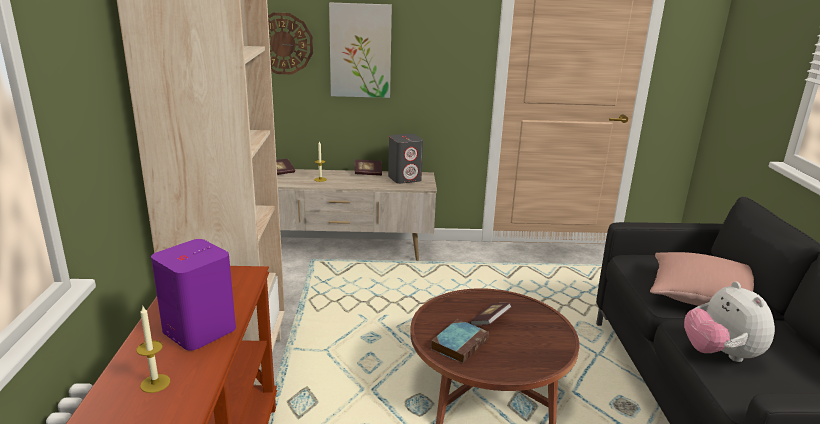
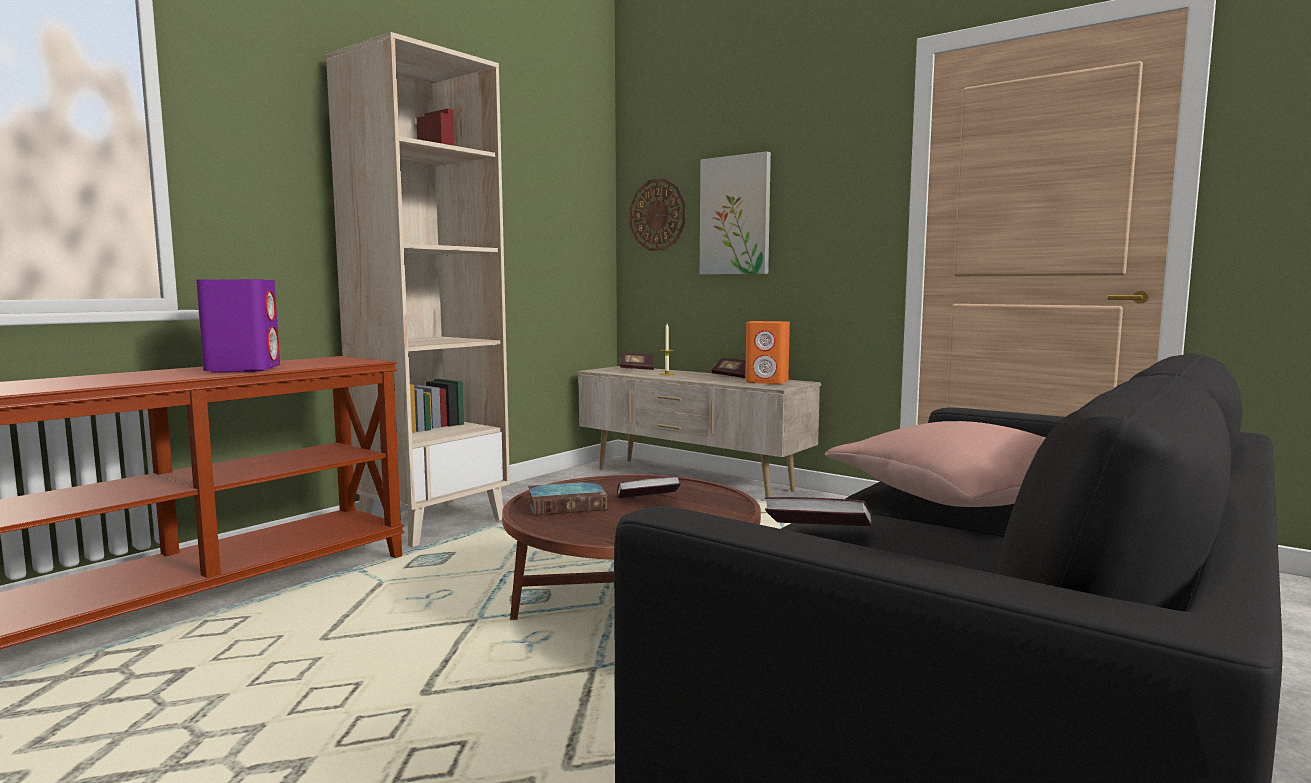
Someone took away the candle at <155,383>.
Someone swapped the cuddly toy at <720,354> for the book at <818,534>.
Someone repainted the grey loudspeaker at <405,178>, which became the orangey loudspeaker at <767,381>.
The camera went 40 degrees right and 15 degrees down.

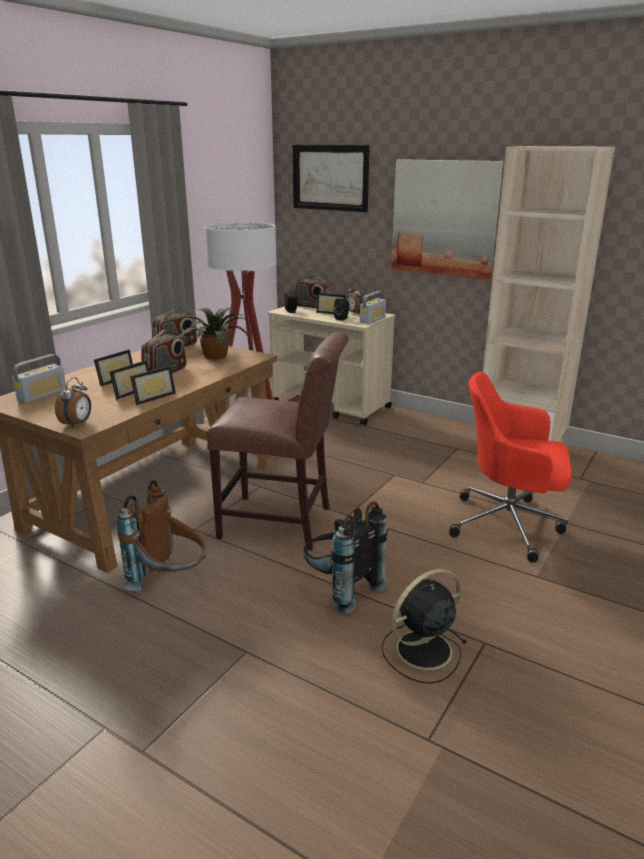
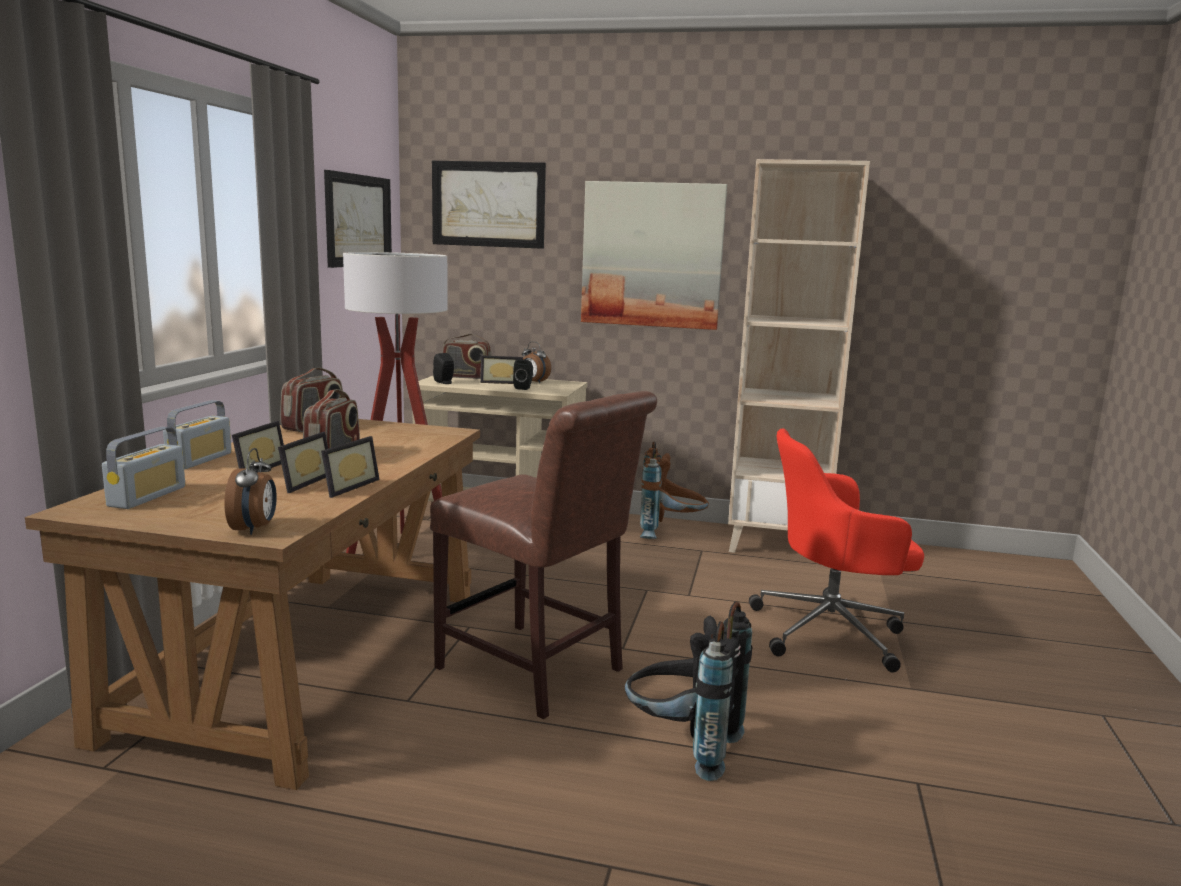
Someone took away the potted plant at <217,356>.
Someone took away the black cooling fan at <421,651>.
Someone put up the wall picture at <358,220>.
Someone carried the brown knapsack from <170,581> to <669,534>.
Someone carried the radio receiver from <372,320> to <200,460>.
Someone rotated the brown chair at <282,523> by 45 degrees clockwise.
The camera went 20 degrees left and 10 degrees down.

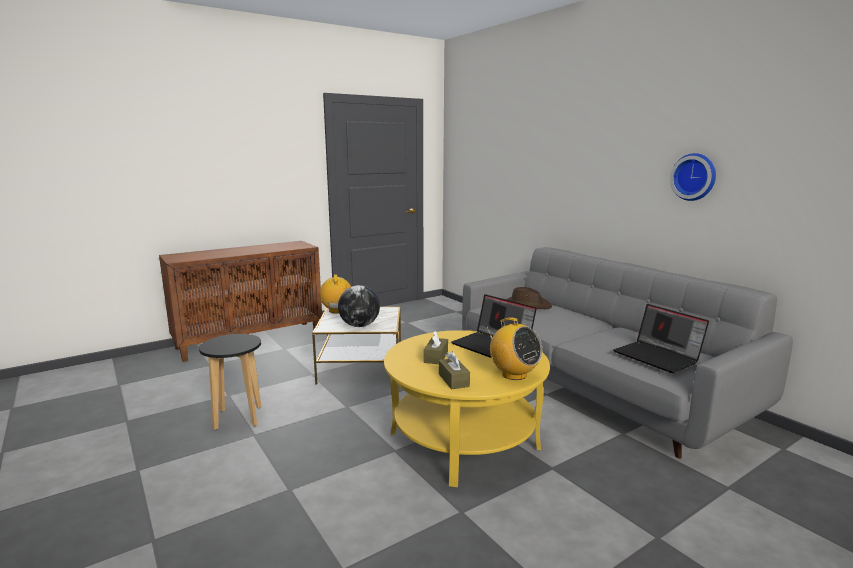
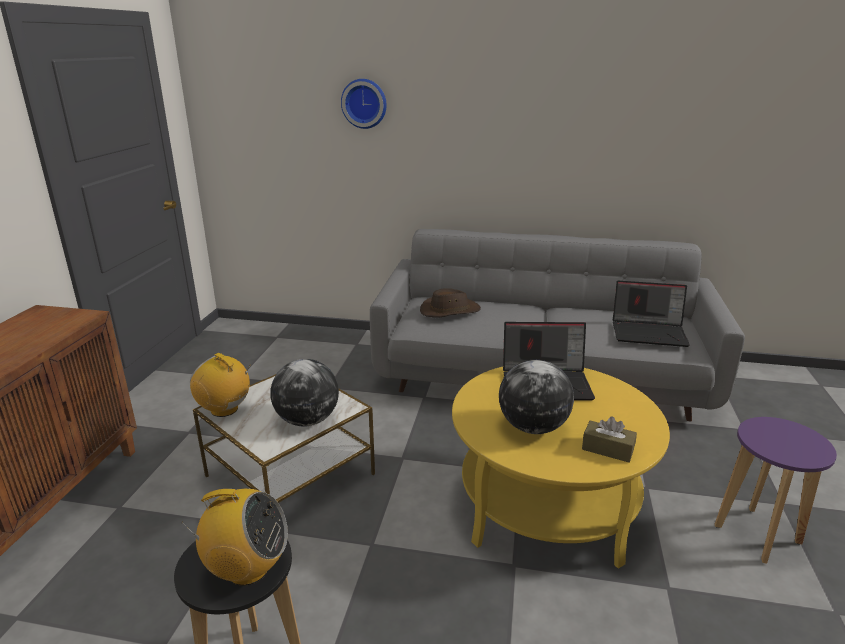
Someone put down the purple stool at <757,535>.
Someone carried the radio receiver from <513,374> to <247,569>.
Someone carried the hanging clock from <694,177> to <364,103>.
Someone swapped the brown box of tissues at <436,357> for the world globe at <533,427>.
The camera went 45 degrees left and 10 degrees up.

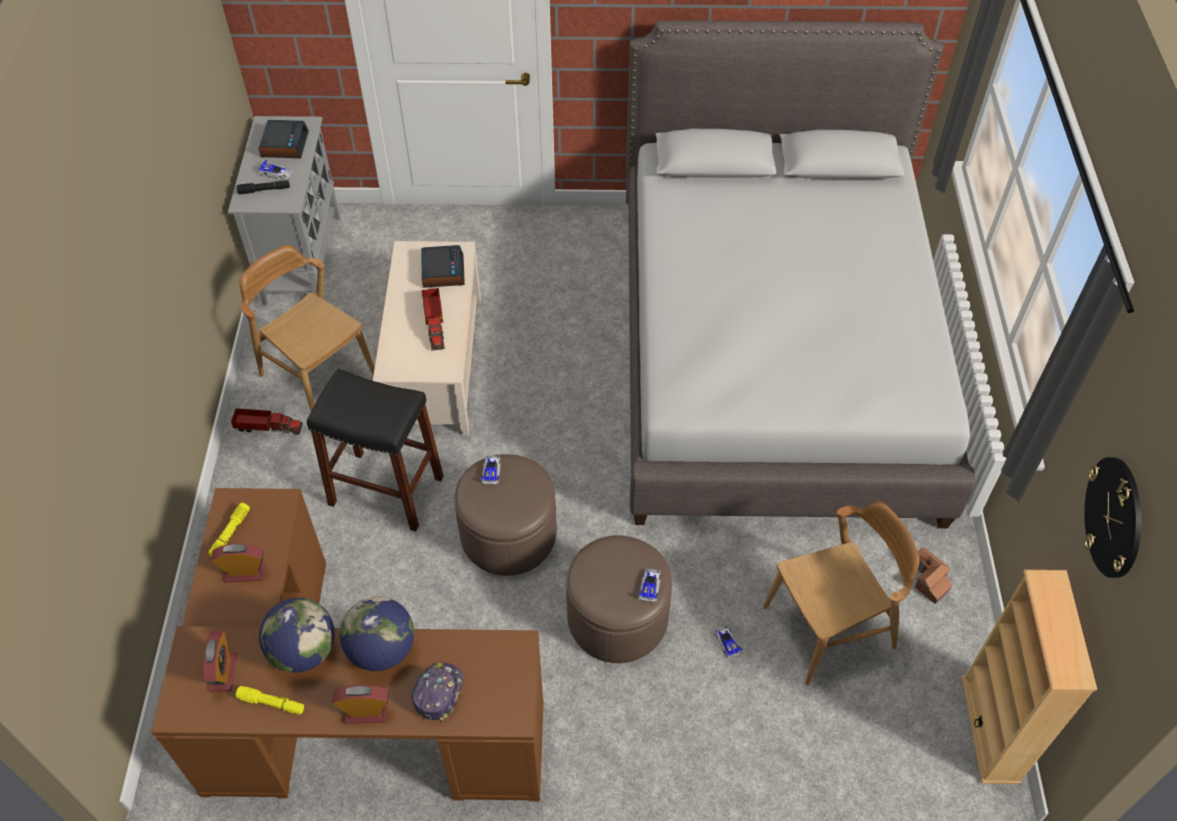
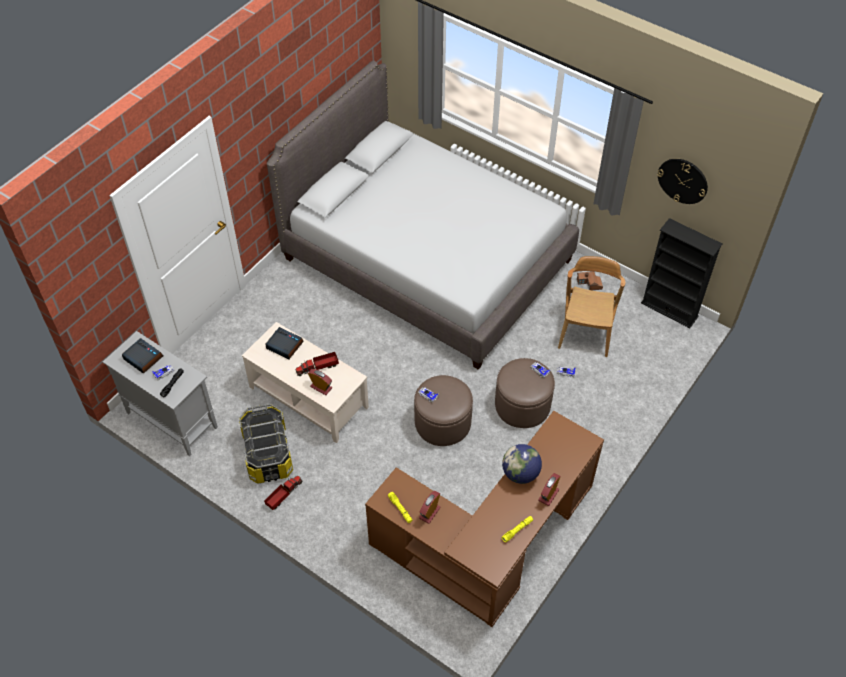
Someone took away the world globe at <303,651>.
Someone took away the black stool at <386,490>.
Someone took away the baseball cap at <438,693>.
Someone carried the table clock from <223,672> to <321,387>.
Someone swapped the brown chair at <318,375> for the storage container at <267,454>.
Someone repainted the beige bookcase at <990,728>, which became the black bookcase at <669,309>.
Someone rotated the toy truck at <435,323> by 135 degrees clockwise.
The camera went 55 degrees left and 0 degrees up.

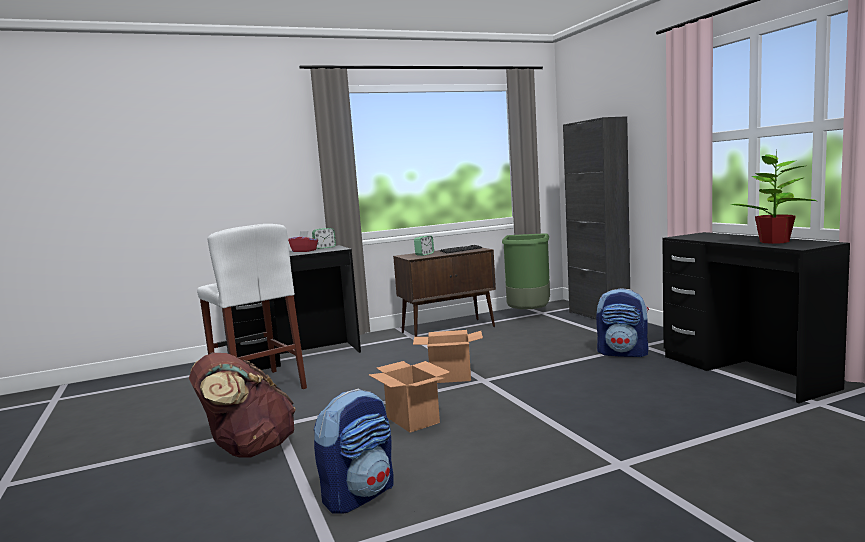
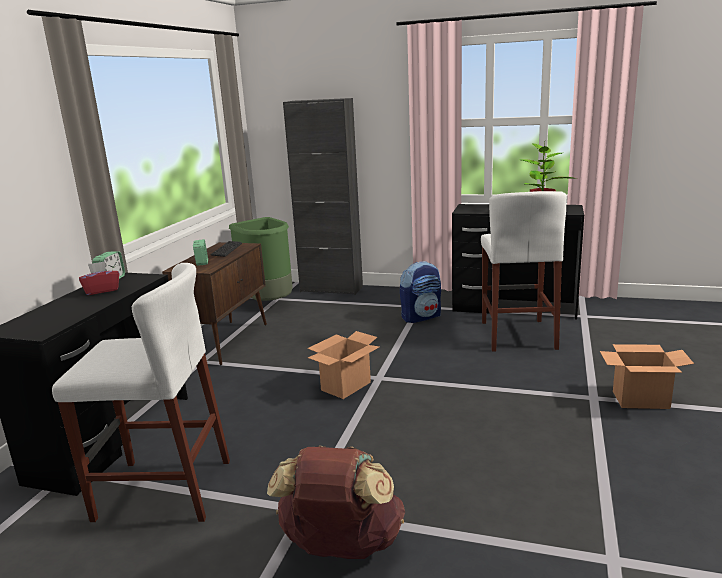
Someone took away the knapsack at <359,495>.
Someone put down the whitish stool at <517,335>.
Someone carried the packing box from <412,420> to <640,400>.
The camera went 50 degrees left and 10 degrees up.

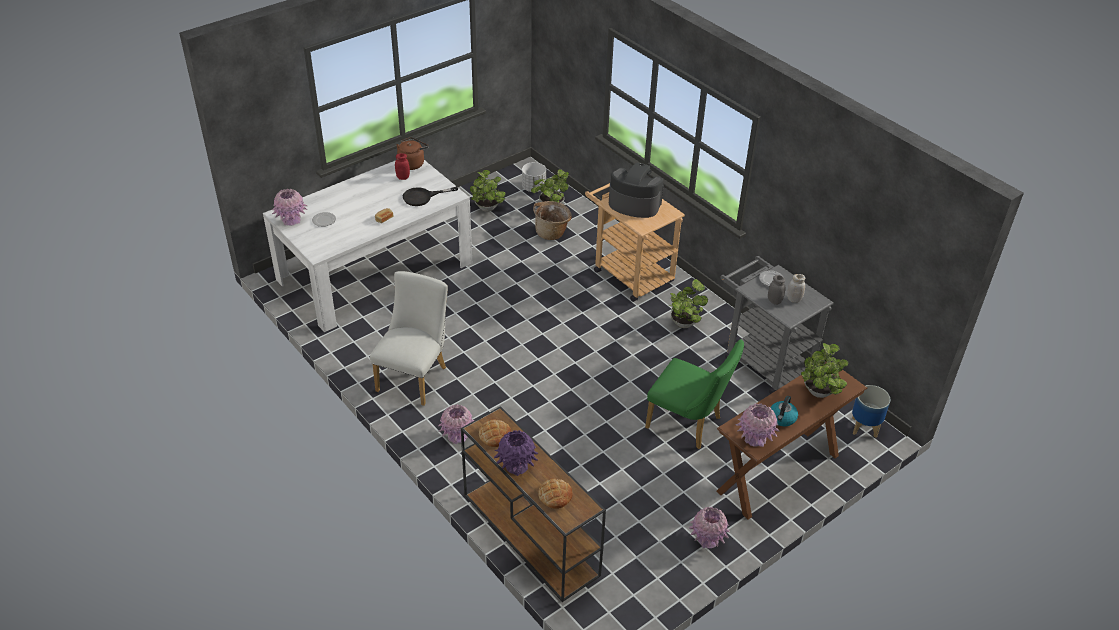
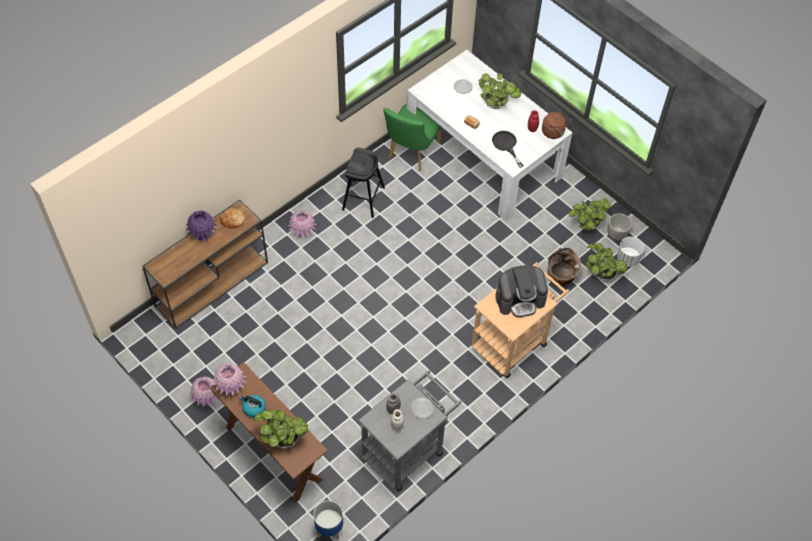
Someone took away the pink flower vase at <291,220>.
Someone took away the bread at <555,495>.
Someone put down the grey plant pot at <616,235>.
Someone carried the green-coloured chair from <688,424> to <411,153>.
Someone carried the potted plant from <684,322> to <497,105>.
Someone swapped the whitish chair at <415,376> for the black stool at <363,198>.
Someone rotated the coffee brewer at <634,204> by 60 degrees clockwise.
The camera went 85 degrees right and 15 degrees up.

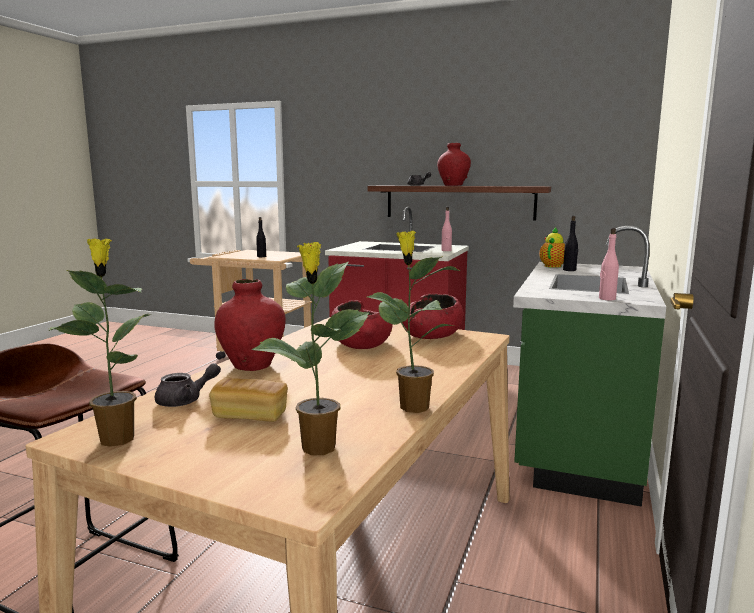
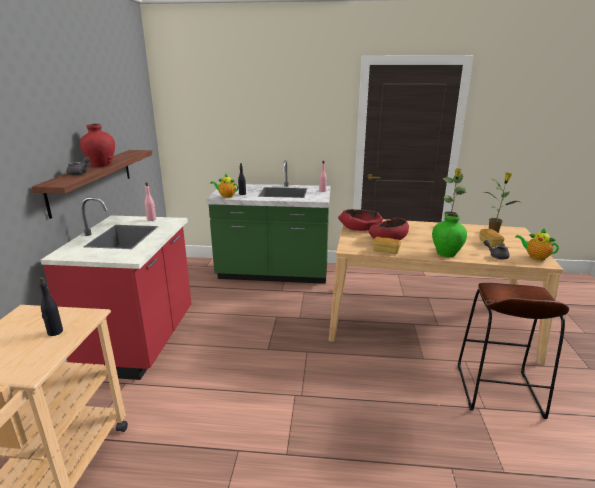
Someone put down the bread at <386,251>.
Someone swapped the potted plant at <117,438> for the teapot at <535,257>.
Someone repainted the reddish flower vase at <252,365>, which became the green-coloured flower vase at <446,253>.
The camera went 105 degrees left and 10 degrees up.

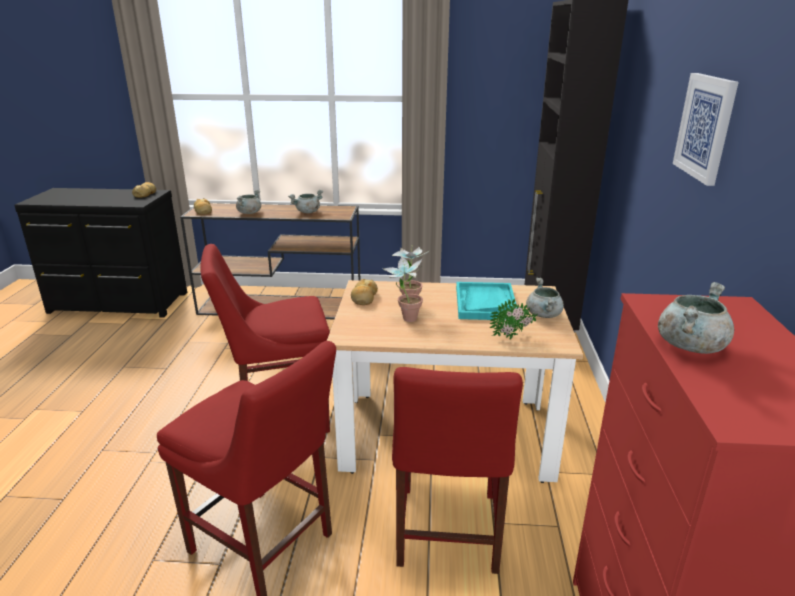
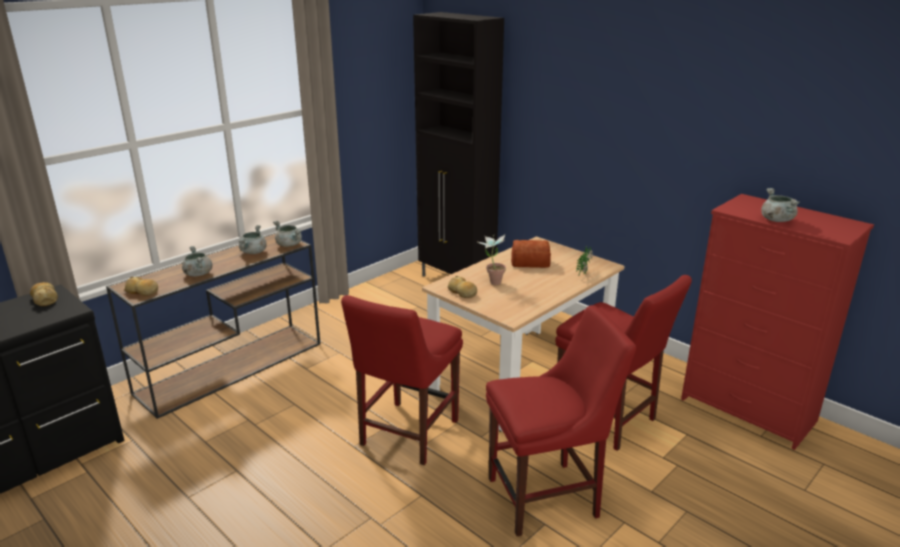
Someone took away the potted plant at <404,319>.
Someone took away the wall picture at <705,127>.
Someone carried the grey cooking pot from <544,315> to <290,245>.
Someone swapped the blue-green tray at <485,303> for the bread at <529,262>.
The camera went 50 degrees left and 0 degrees up.

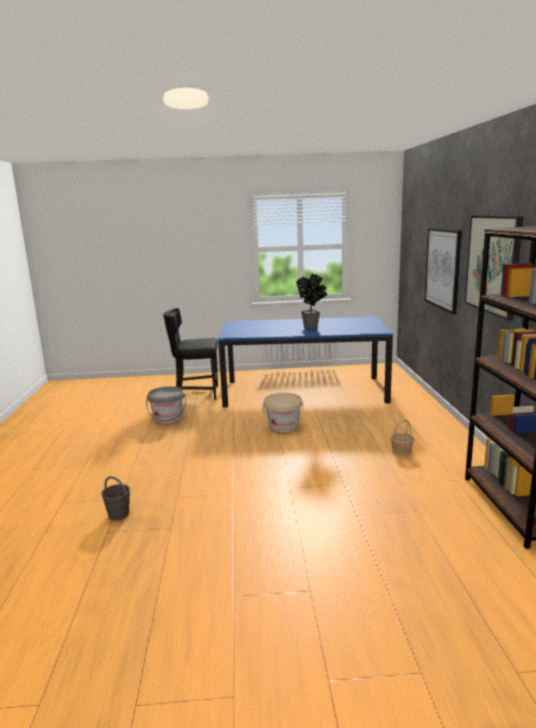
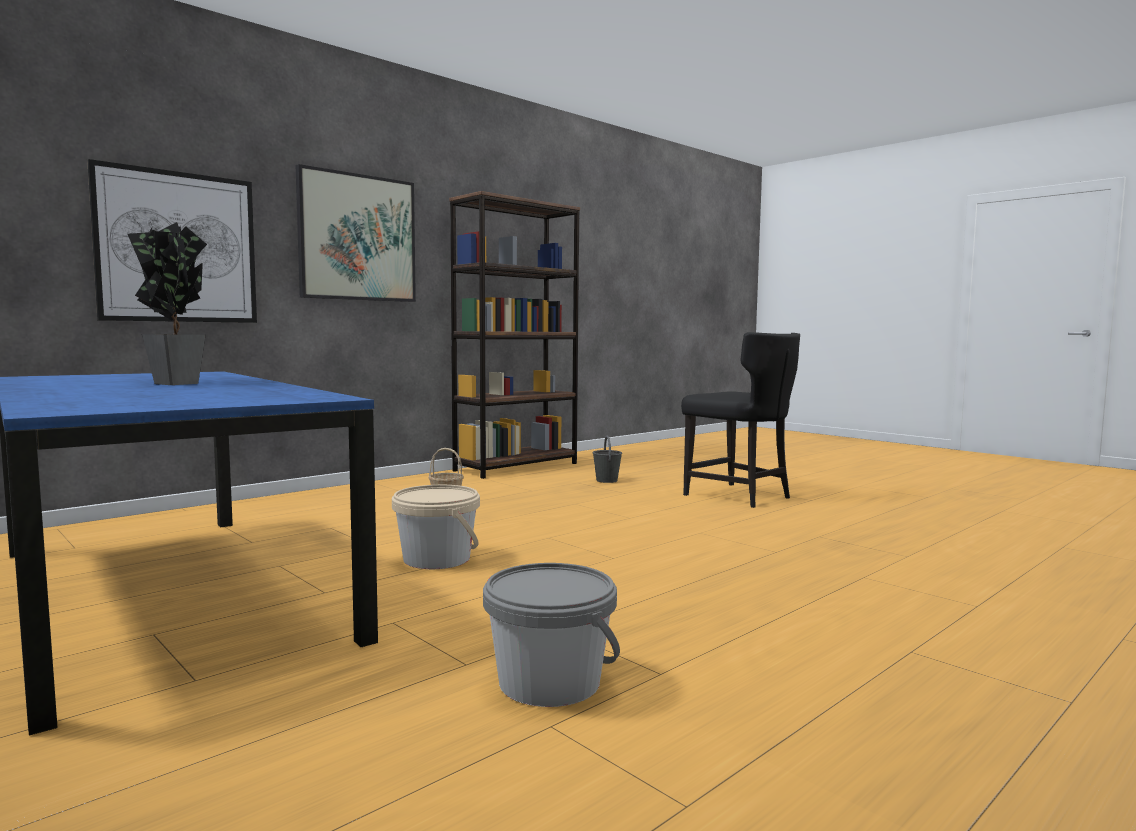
Someone carried the grey bucket from <119,515> to <606,480>.
Someone carried the black chair from <196,393> to <740,496>.
The camera went 130 degrees left and 10 degrees down.

